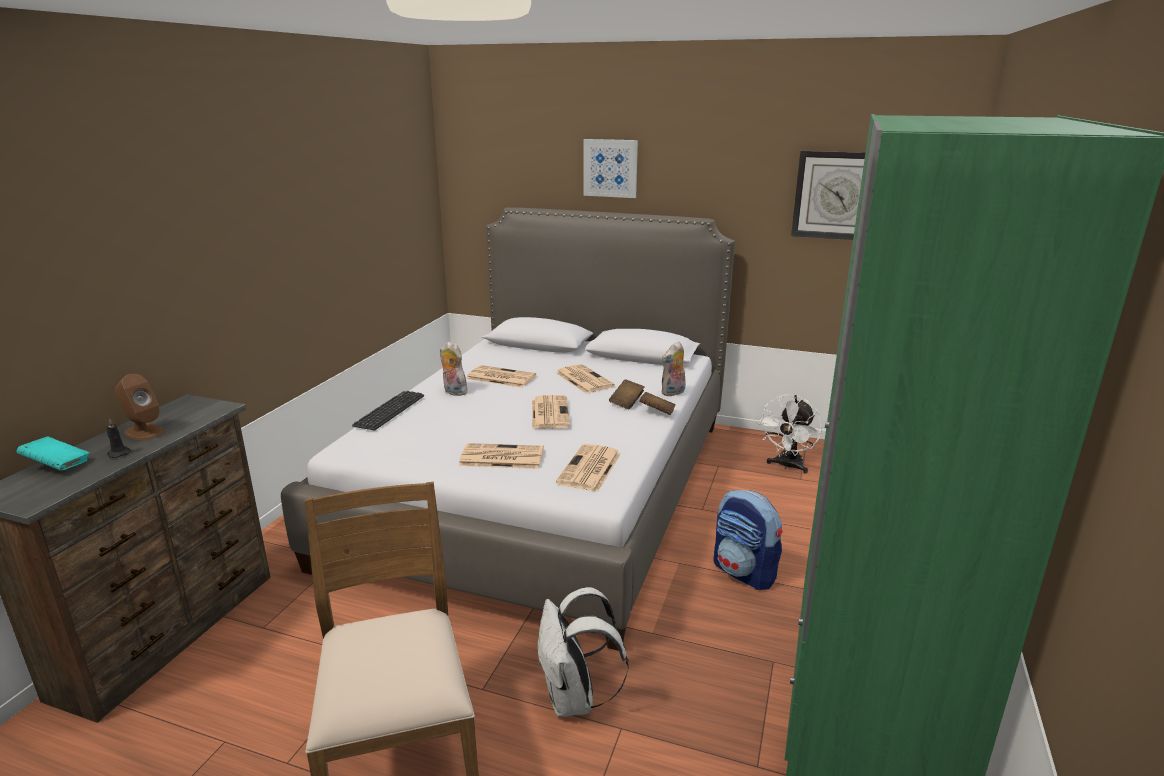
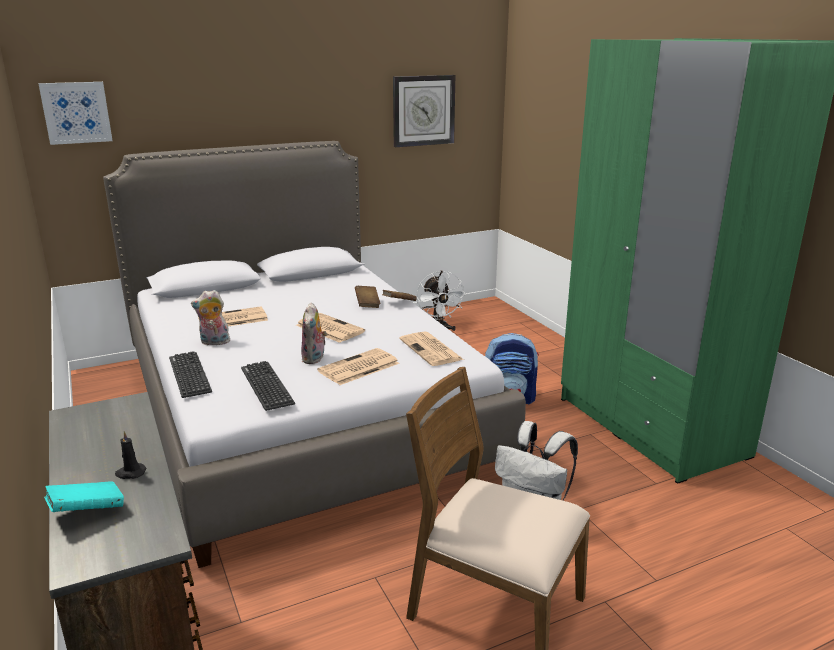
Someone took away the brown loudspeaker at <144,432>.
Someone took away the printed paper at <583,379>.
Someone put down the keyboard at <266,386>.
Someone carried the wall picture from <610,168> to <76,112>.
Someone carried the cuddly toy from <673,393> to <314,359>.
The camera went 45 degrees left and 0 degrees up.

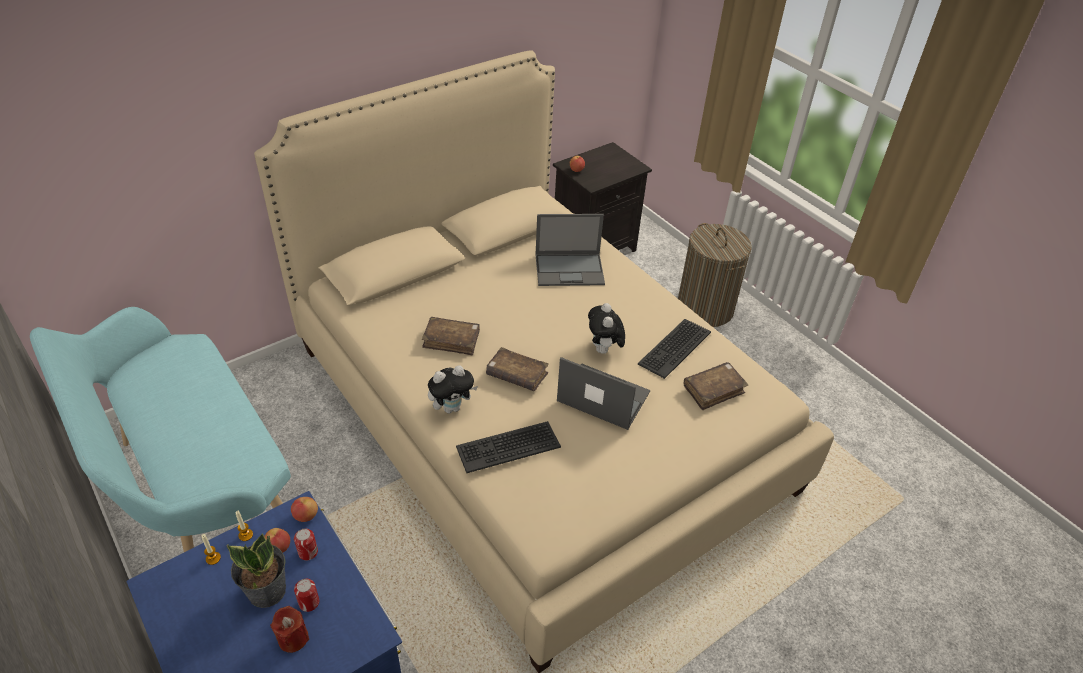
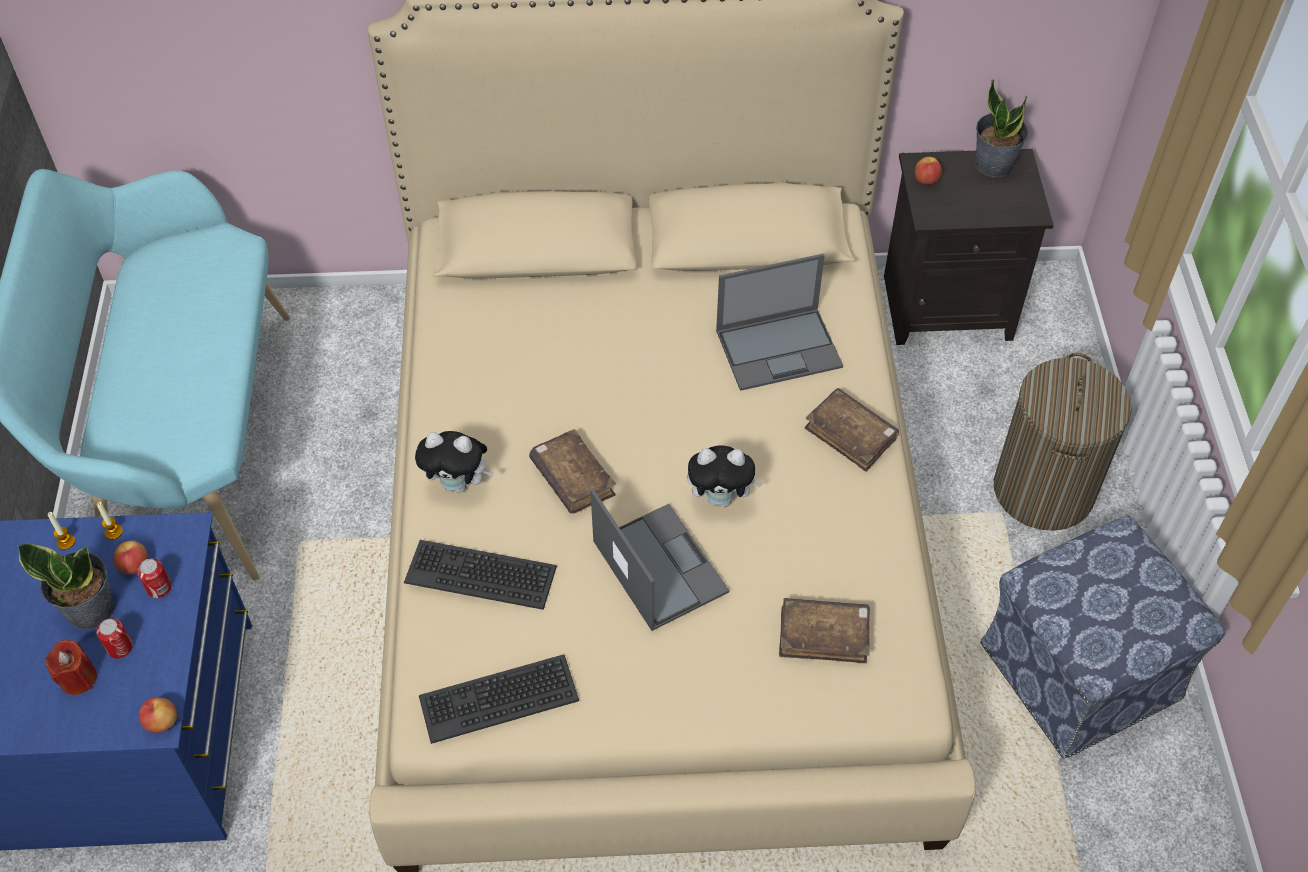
Someone put down the potted plant at <993,164>.
Someone put down the footrest at <1081,670>.
Someone carried the apple fruit from <306,516> to <161,722>.
Someone carried the brown book from <451,340> to <850,435>.
Someone carried the keyboard from <674,348> to <498,698>.
Someone rotated the notebook computer at <570,269> by 45 degrees counterclockwise.
Someone rotated the cuddly toy at <604,350> by 120 degrees counterclockwise.
The camera went 35 degrees right and 10 degrees up.

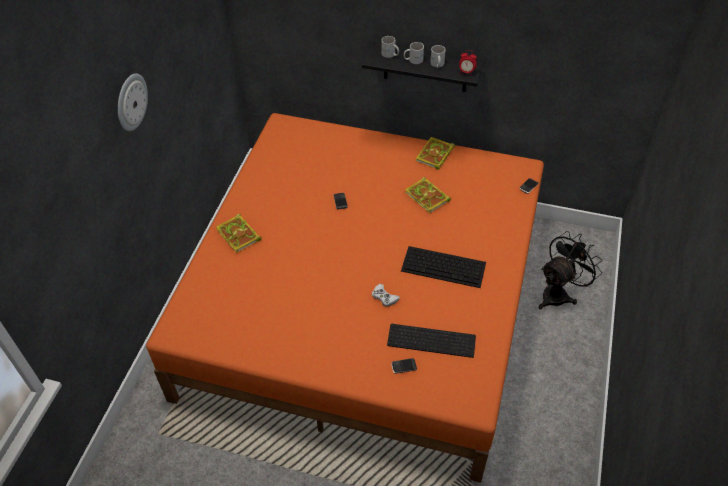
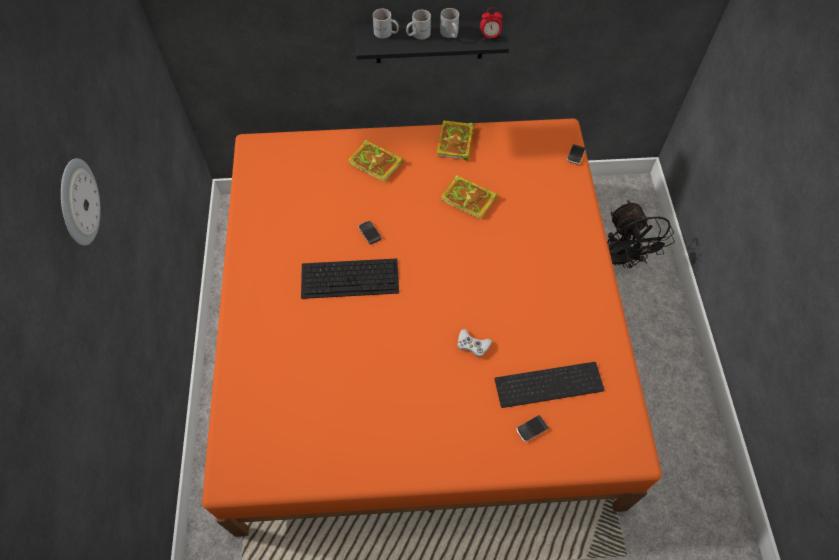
Someone carried the book from <239,235> to <376,163>.
Someone carried the keyboard from <444,266> to <351,278>.
Someone rotated the black cooling fan at <559,293> by 135 degrees clockwise.
The camera went 20 degrees left and 10 degrees up.

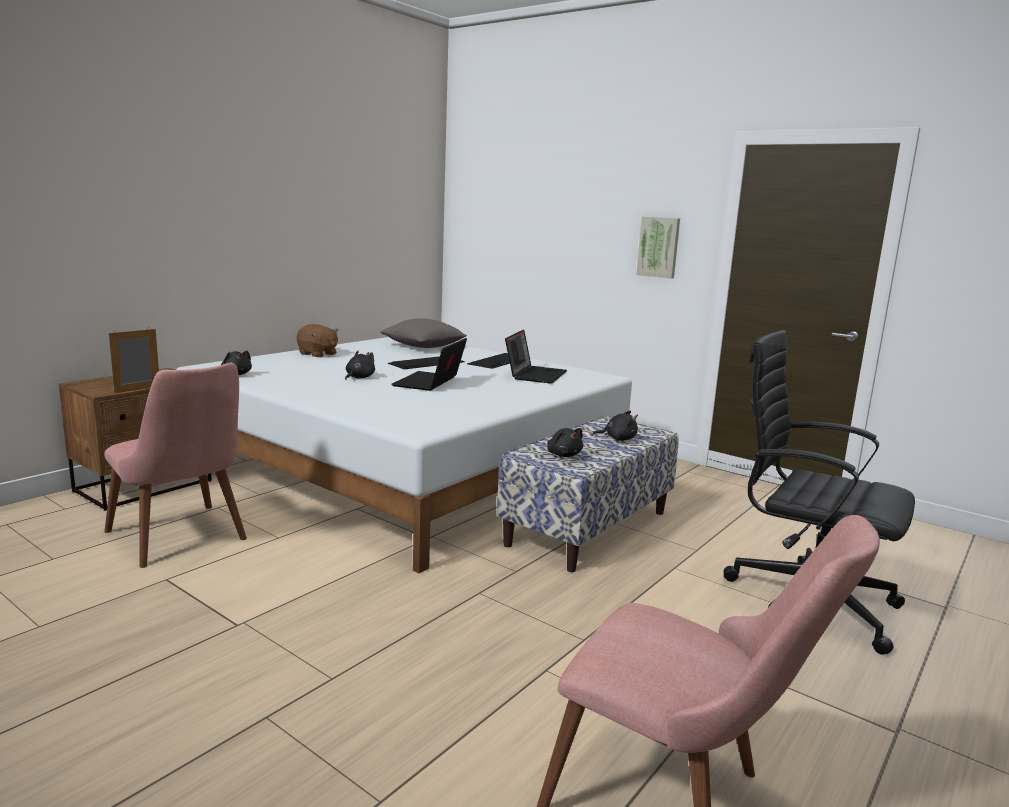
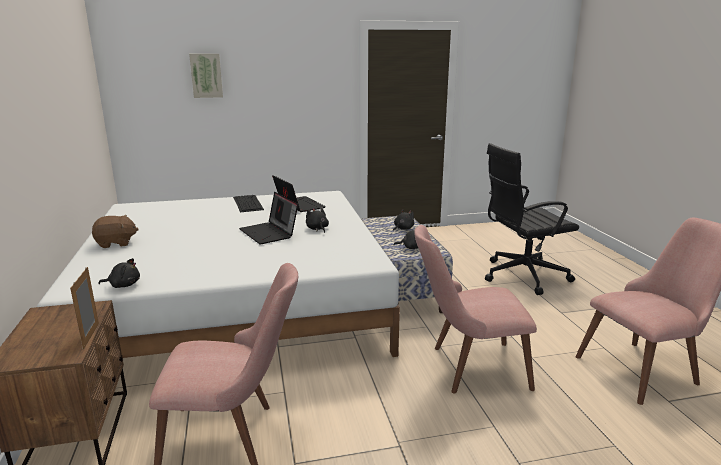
Someone took away the grey throw pillow at <423,347>.
Someone took away the keyboard at <427,362>.
Someone put down the pink chair at <467,368>.
Someone carried the black cuddly toy from <359,377> to <317,229>.
Someone carried the wall picture from <659,247> to <206,75>.
The camera went 50 degrees left and 5 degrees up.

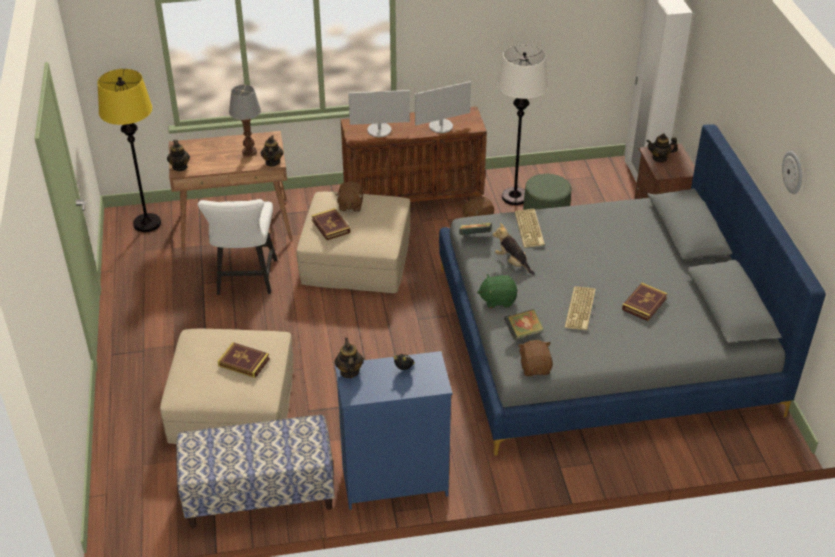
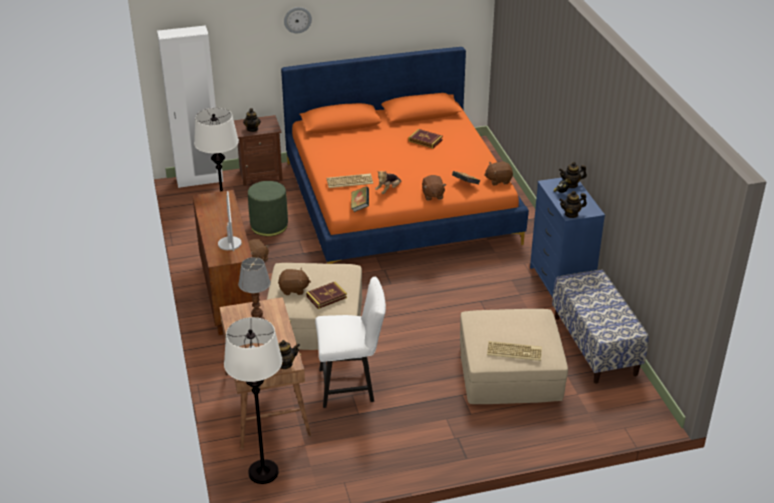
Someone took away the book at <244,362>.
Someone took away the monitor at <441,126>.
Someone carried the teapot from <272,162> to <571,184>.
Someone carried the keyboard from <581,309> to <515,351>.
Someone carried the hanging clock from <793,172> to <297,19>.
Someone repainted the yellow floor lamp at <147,223>, which became the whitish floor lamp at <263,472>.
Someone repainted the grey bed at <602,338>, which became the orangey bed at <399,202>.
Someone repainted the green-coloured cuddly toy at <498,300>, which became the brown cuddly toy at <432,195>.
The camera went 95 degrees left and 5 degrees down.

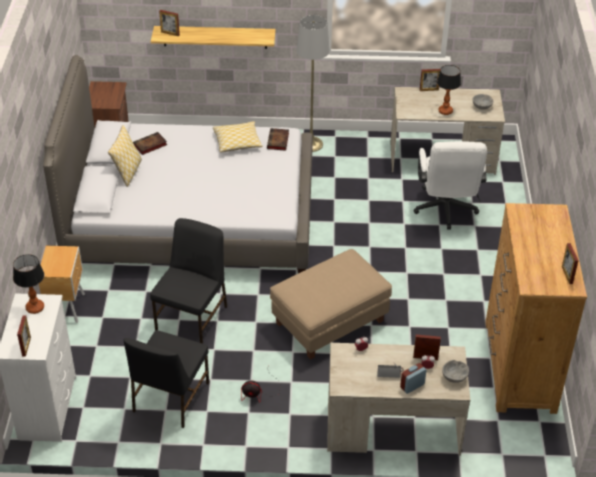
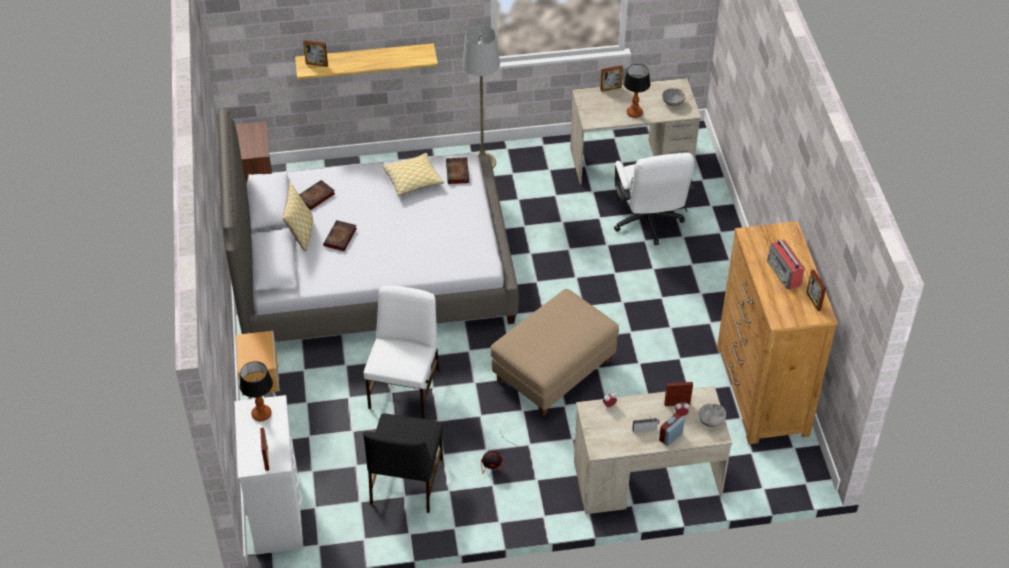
Someone put down the book at <340,238>.
Someone put down the radio receiver at <784,274>.
Someone repainted the black chair at <193,317>, which became the whitish chair at <405,387>.
The camera went 10 degrees left and 5 degrees up.

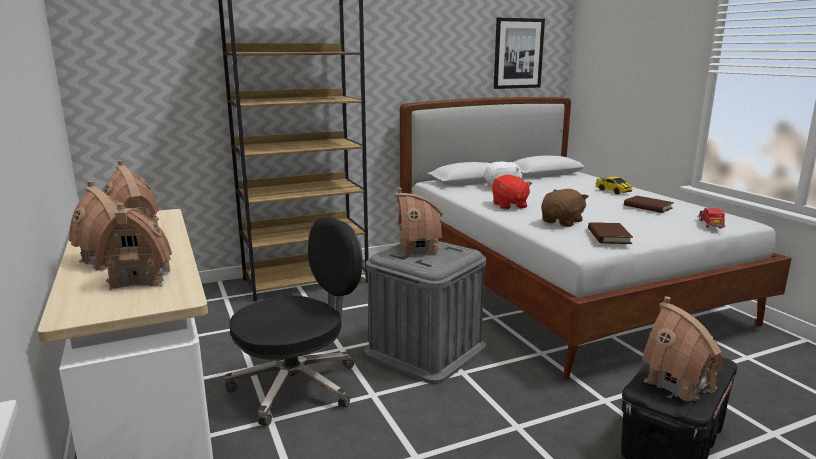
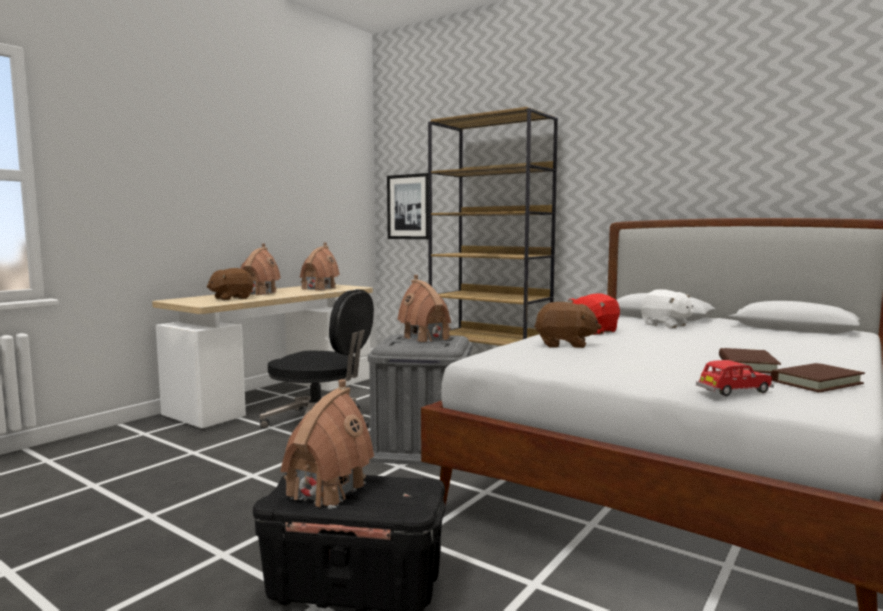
Someone took away the toy car at <613,191>.
Someone carried the wall picture from <518,53> to <409,207>.
Someone carried the brown book from <608,236> to <816,382>.
Someone swapped the miniature house at <141,279> for the brown cuddly toy at <231,298>.
The camera went 60 degrees right and 10 degrees down.

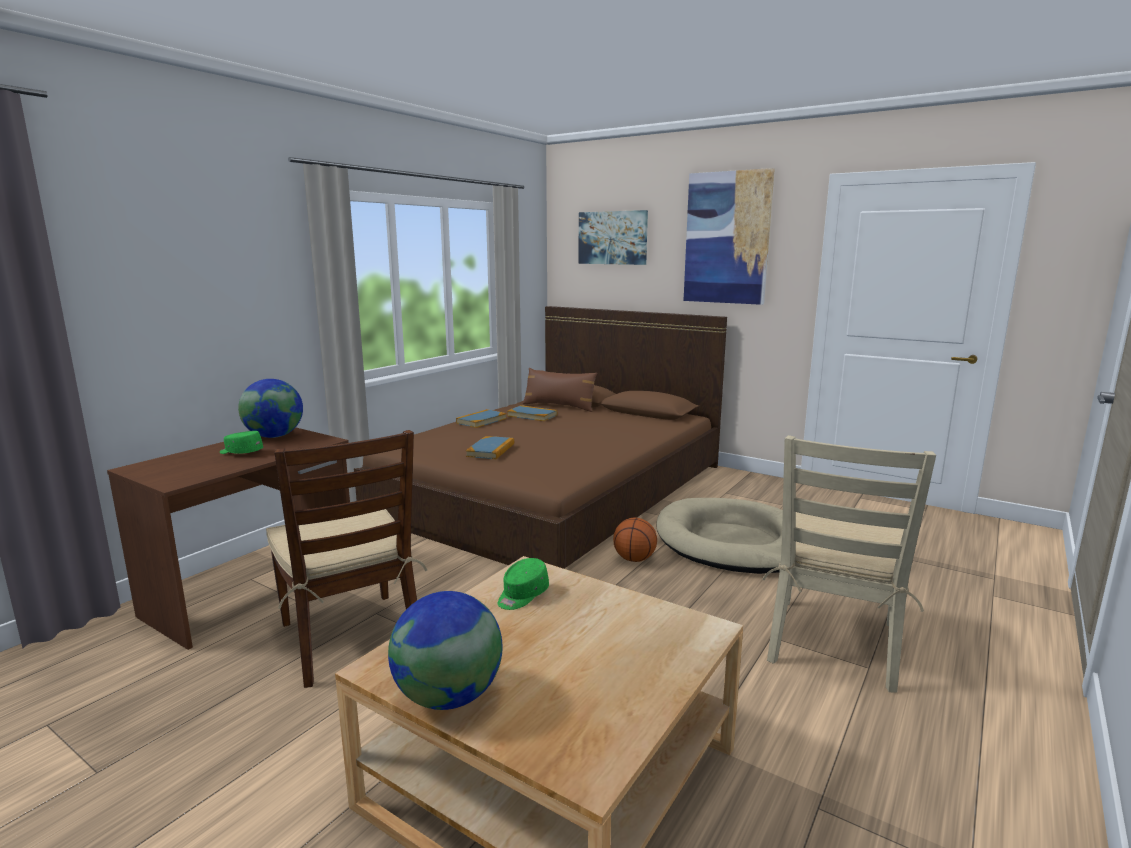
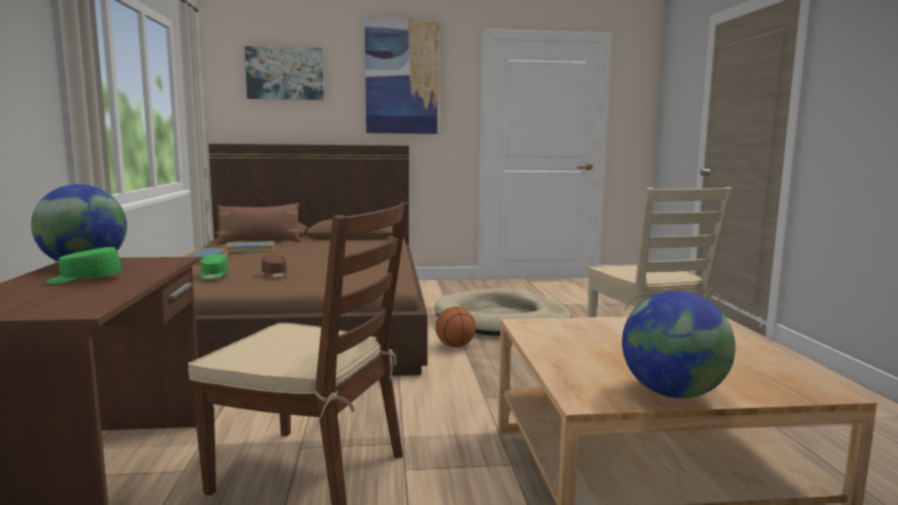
Someone carried the green-coloured baseball cap from <522,595> to <213,275>.
Someone swapped the book at <491,450> for the brown baseball cap at <275,274>.
The camera went 40 degrees left and 5 degrees down.

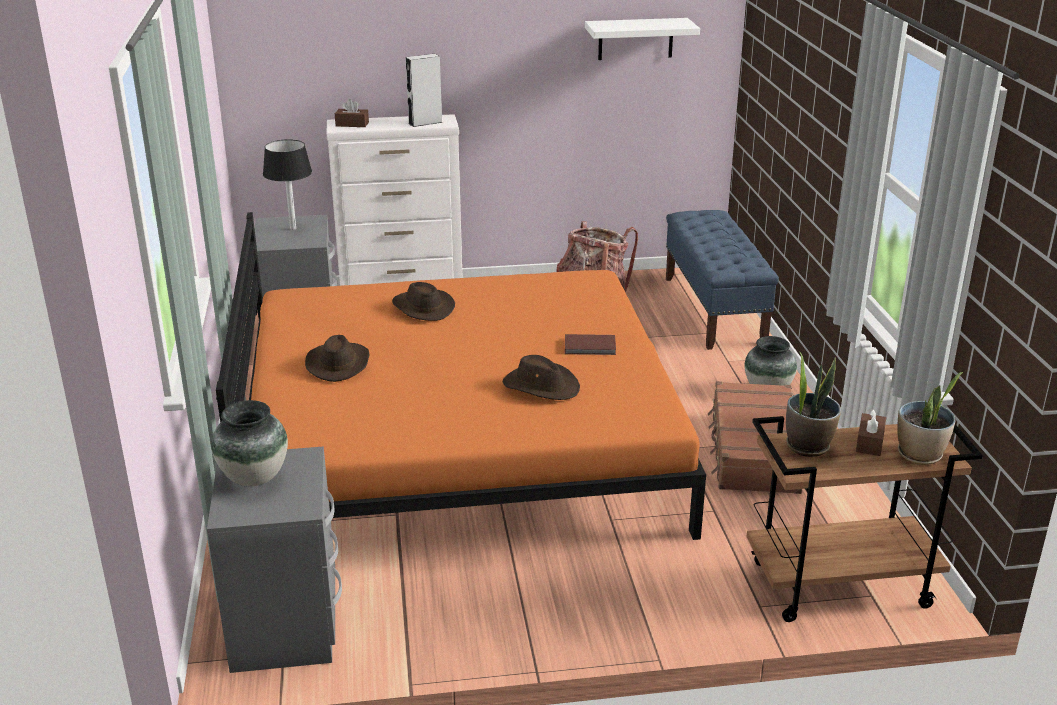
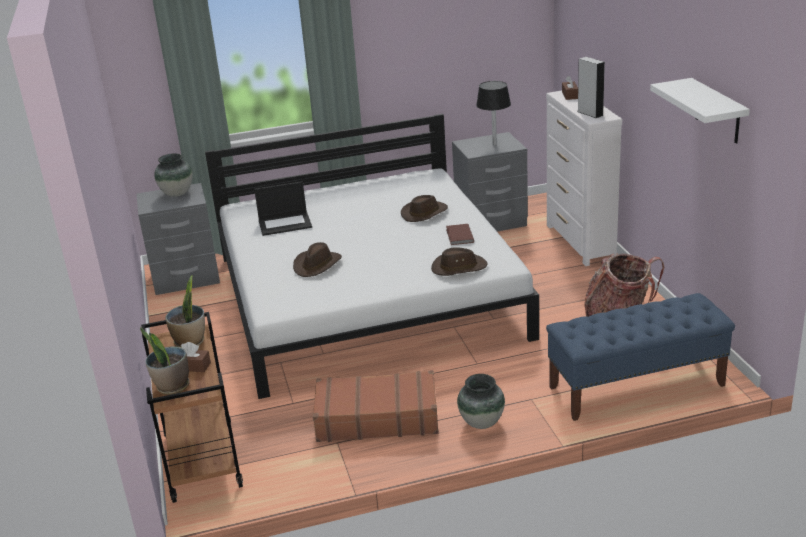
Someone put down the notebook computer at <285,224>.
Someone carried the brown hat from <338,363> to <458,267>.
Someone carried the brown book from <590,347> to <459,236>.
Someone repainted the orangey bed at <456,443>, which became the whitish bed at <367,296>.
The camera went 85 degrees right and 0 degrees up.

